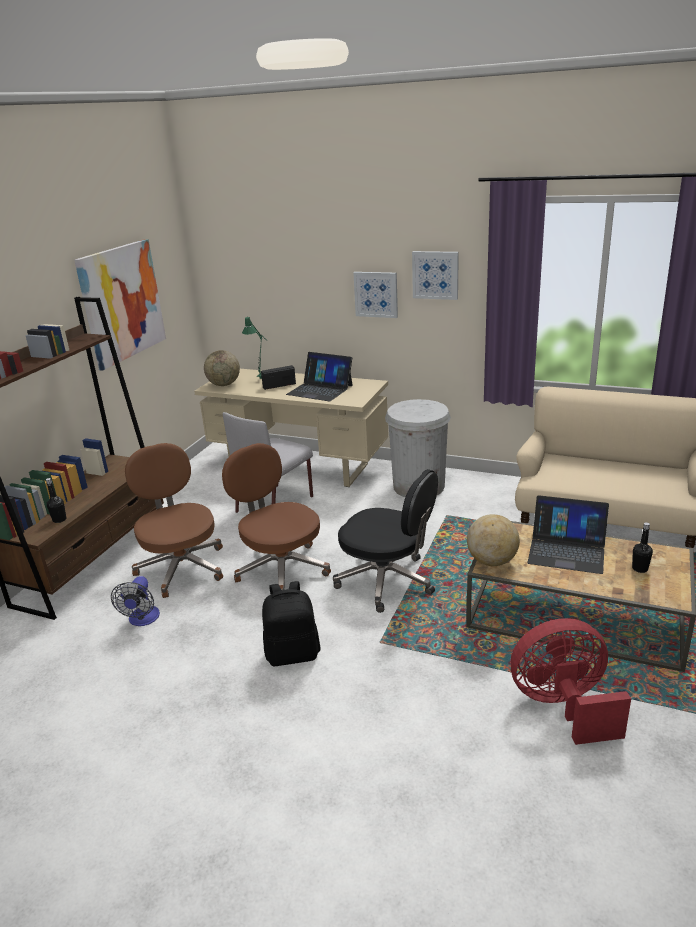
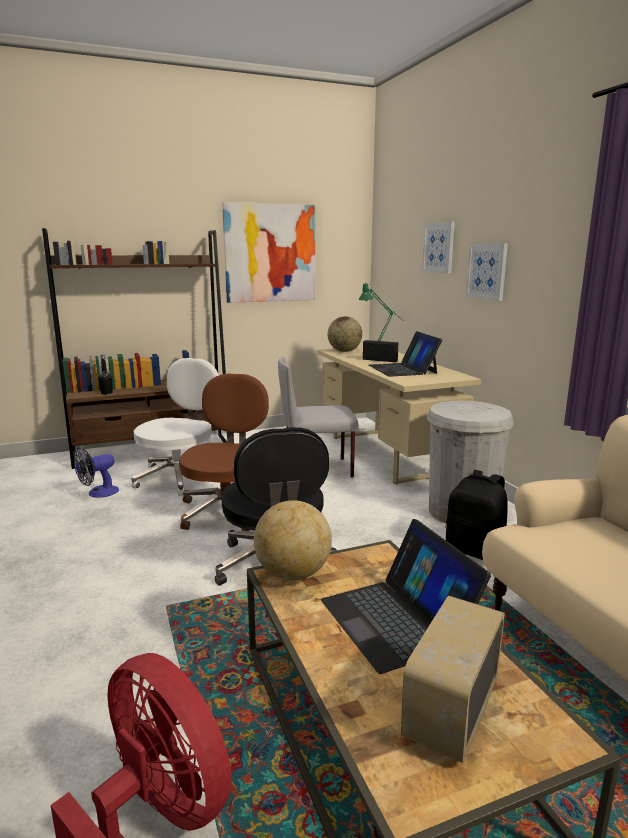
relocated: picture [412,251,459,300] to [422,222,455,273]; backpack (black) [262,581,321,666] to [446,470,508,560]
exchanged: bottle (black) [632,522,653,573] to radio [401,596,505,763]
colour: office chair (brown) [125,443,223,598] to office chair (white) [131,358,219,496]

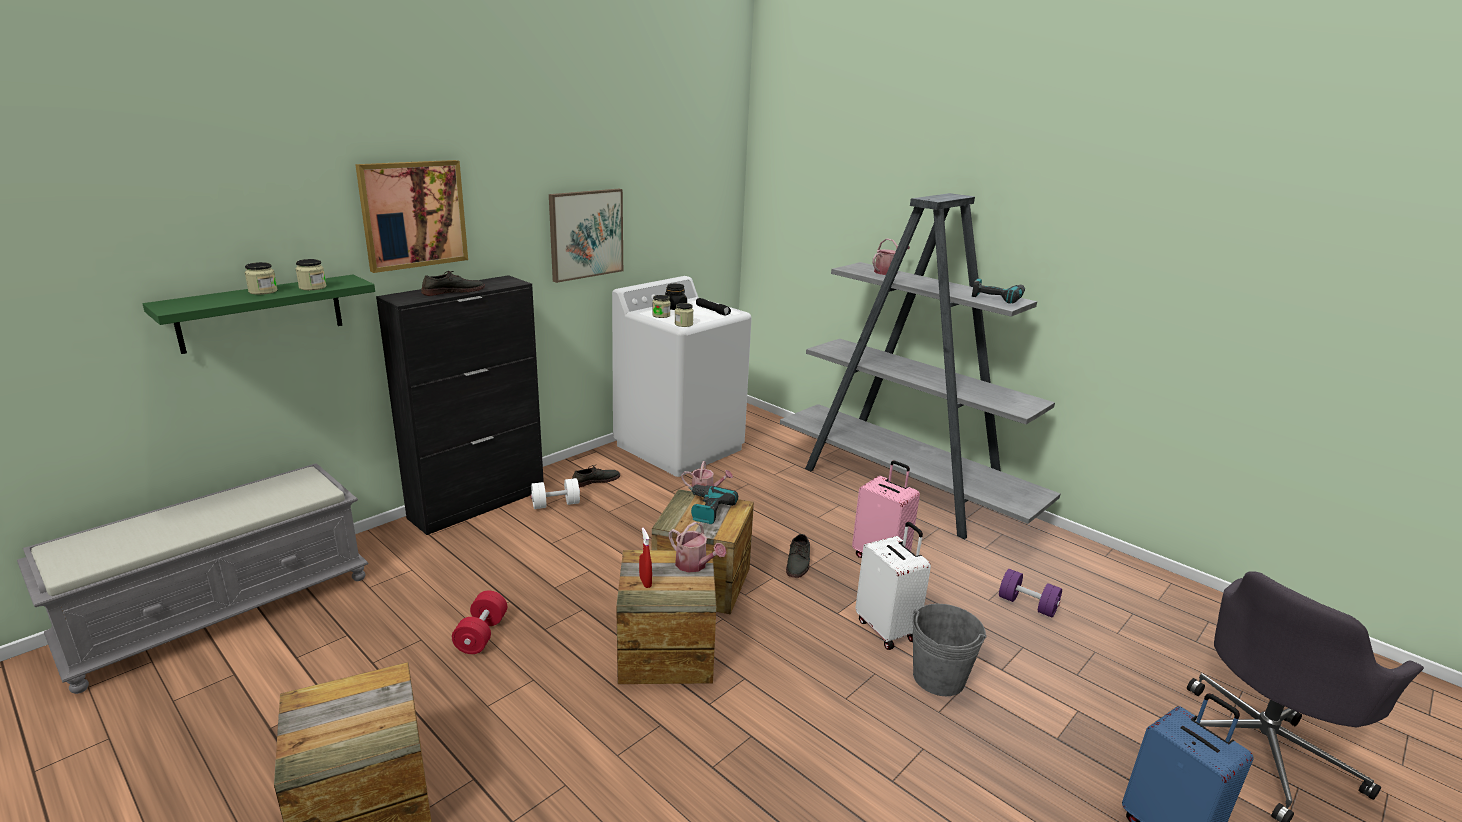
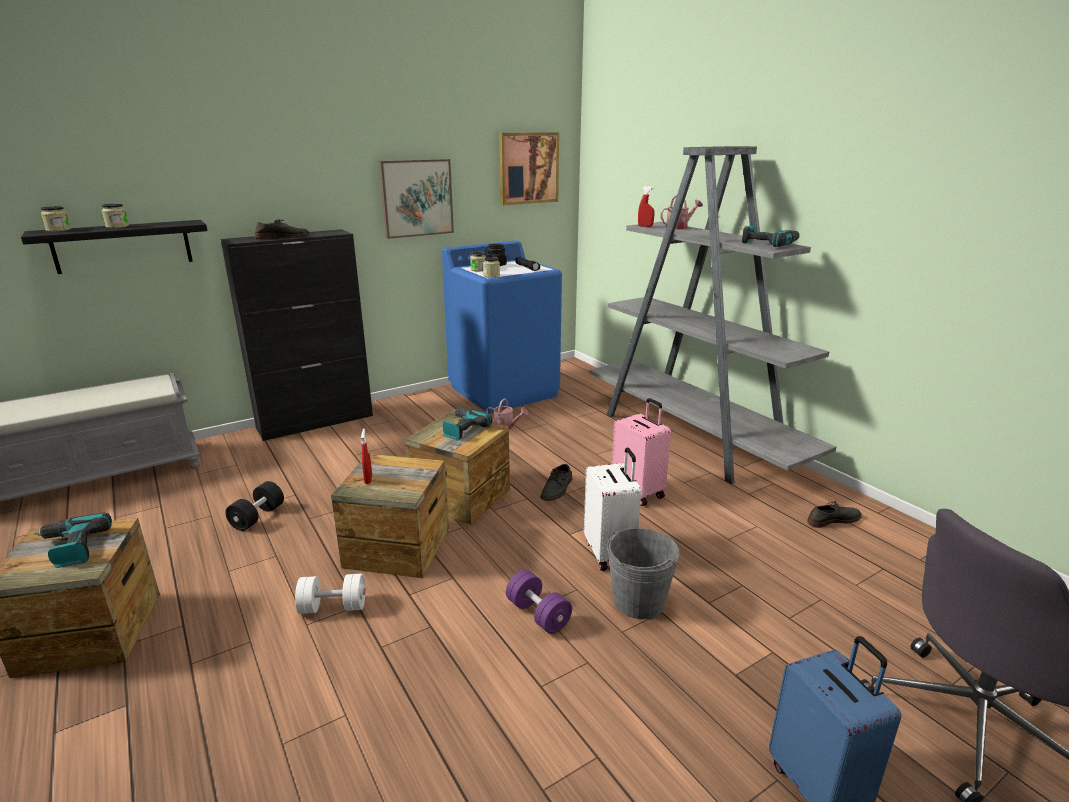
missing: watering can [669,522,726,573]
appeared: power drill [34,512,112,568]; spray bottle (red) [638,186,655,227]
relocated: jar [296,259,326,290] to [41,206,71,232]; dumbbell (white) [531,478,580,509] to [295,574,366,614]; picture [355,160,468,273] to [499,132,559,205]; dumbbell (purple) [999,569,1062,618] to [506,570,572,634]; shoe (grey) [572,465,620,488] to [807,500,862,528]
colour: shelf (green) [143,275,375,354] to shelf (black) [21,220,207,274]; dumbbell (red) [452,590,507,654] to dumbbell (black) [225,481,284,531]; washing machine (white) [612,276,752,477] to washing machine (blue) [442,241,562,414]

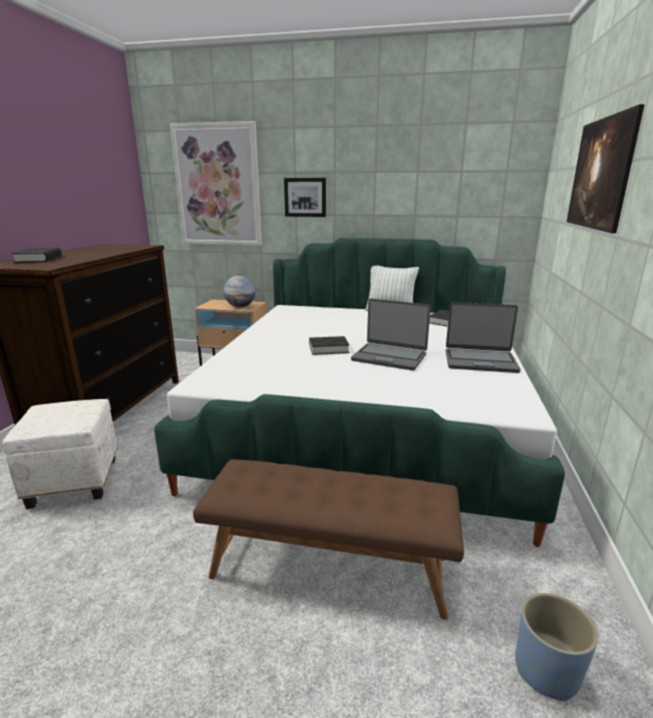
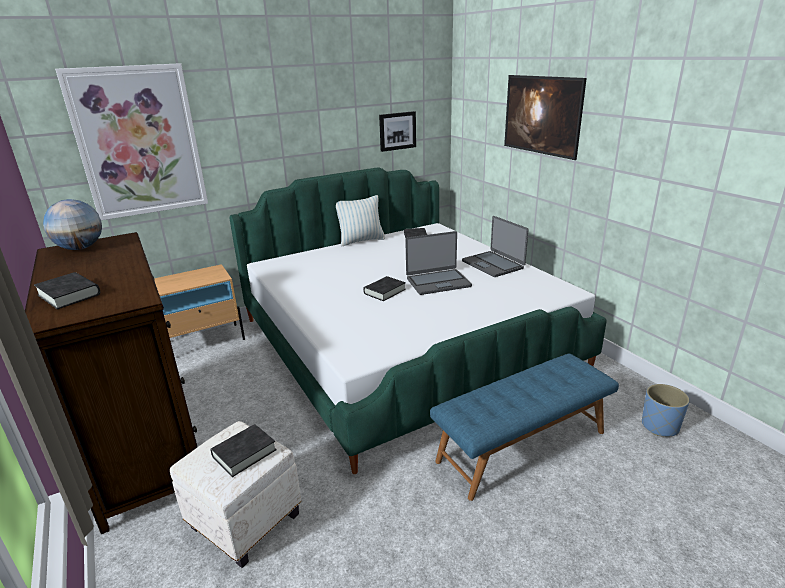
appeared: book (black) [210,424,277,477]
relocated: globe [223,275,256,307] to [43,199,102,250]; picture [284,178,326,217] to [379,111,416,152]
colour: bench (brown) [193,459,464,620] to bench (blue) [430,353,619,501]
spun: laptop [446,302,521,373] = [462,216,528,277] 90 degrees clockwise

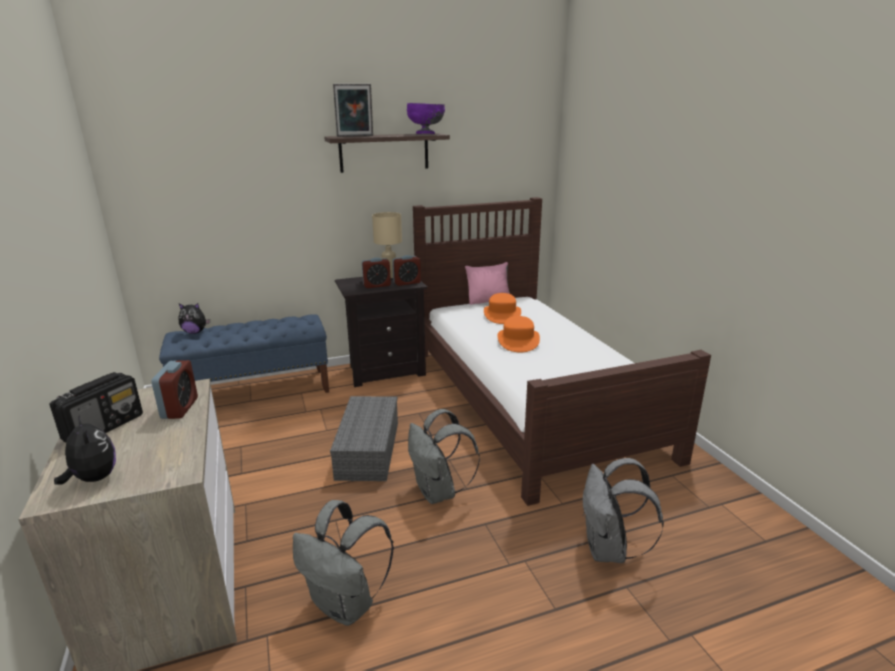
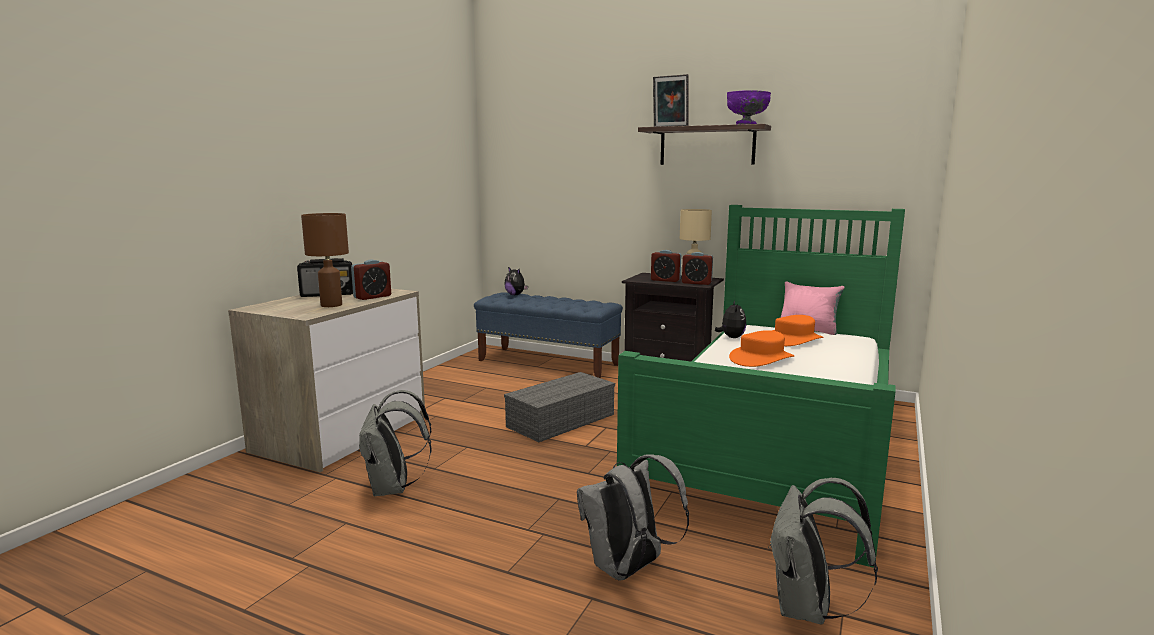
appeared: table lamp (brown) [301,213,349,307]
relocated: plush toy [54,414,116,484] to [715,300,746,338]; backpack (grey) [408,409,480,504] to [768,478,878,624]
colour: bed (brown) [413,197,711,506] to bed (green) [617,205,905,568]

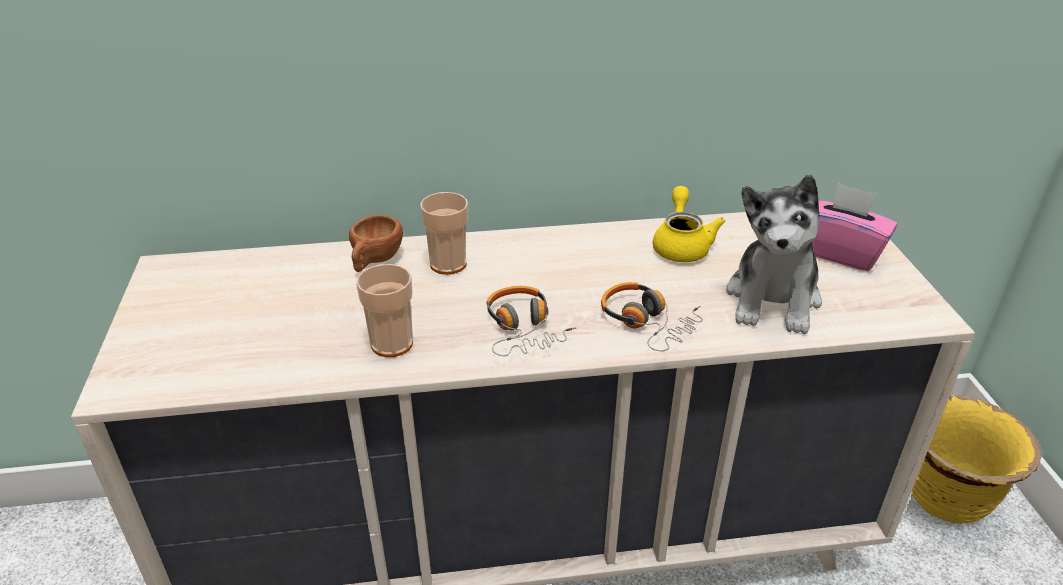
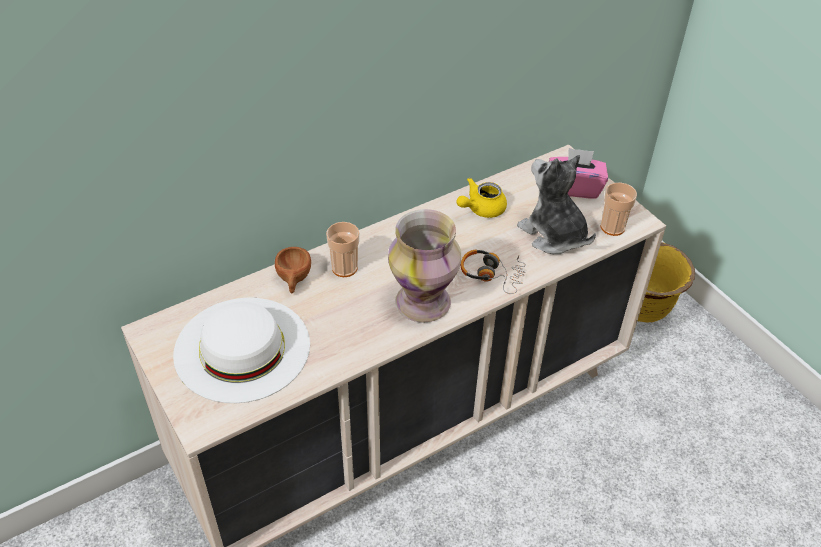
appeared: hat (white) [173,298,310,403]
relocated: cup [356,264,413,357] to [601,182,637,236]
exchanged: headphones [486,286,576,356] to vase [388,209,461,322]
spun: teapot (yellow) [653,186,725,262] = [457,178,507,218] 105 degrees counterclockwise; plush toy [726,175,822,334] = [517,155,596,254] 150 degrees clockwise

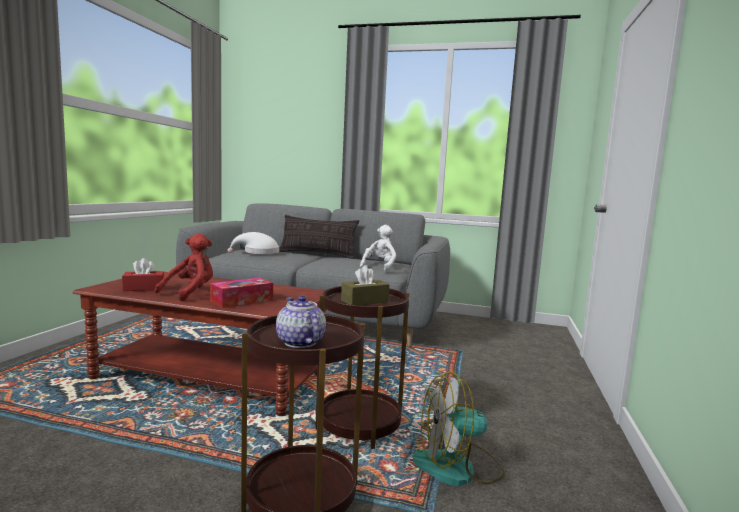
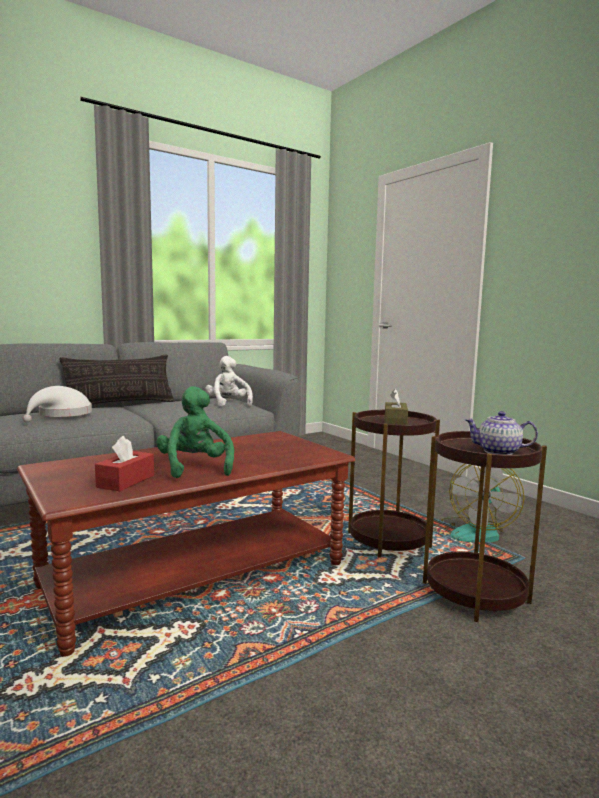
missing: tissue box [210,278,273,308]
colour: plush toy (red) [155,234,213,301] to plush toy (green) [156,386,234,478]

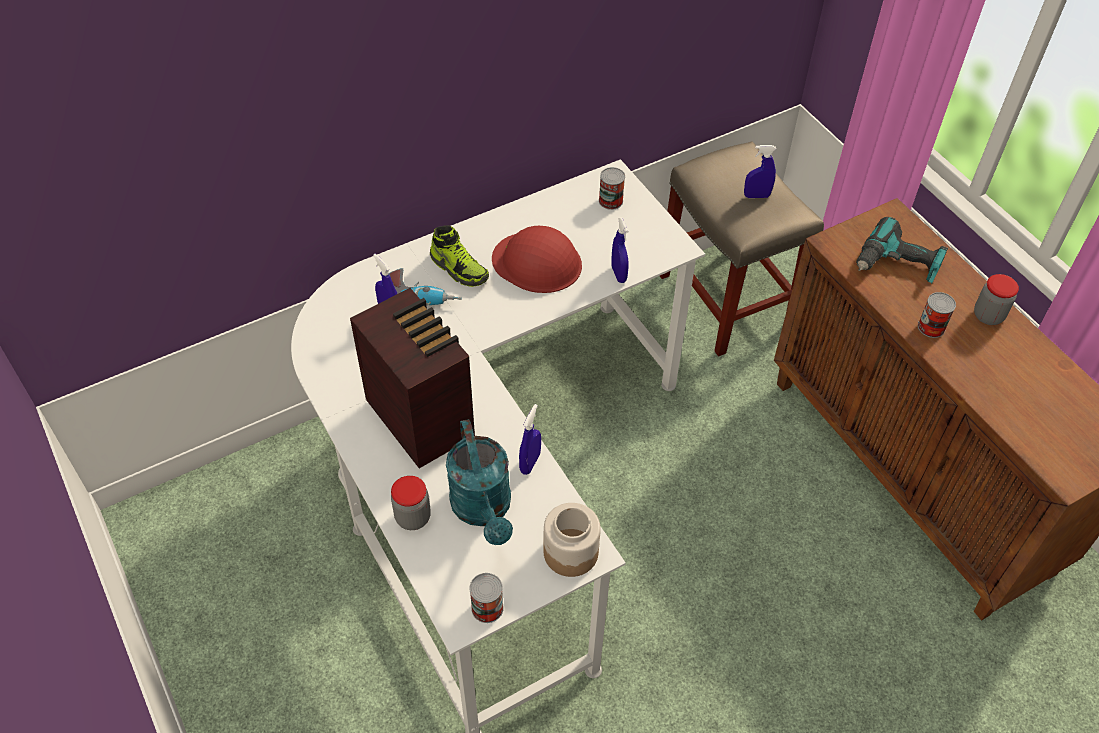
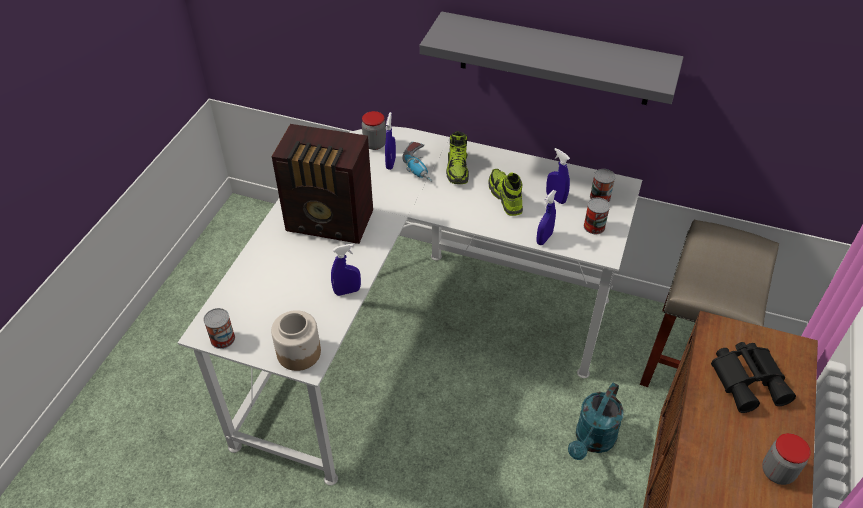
appeared: shelf (grey) [420,12,683,105]
relocated: jar [391,476,431,530] to [362,111,386,150]; spray bottle (blue) [744,145,776,198] to [546,148,570,204]; watering can (turquoise) [446,419,513,545] to [568,383,624,460]; can [918,292,956,338] to [584,198,610,234]
exchanged: hard hat (red) [492,226,582,293] to shoe [489,169,523,216]; power drill [856,217,948,283] to binoculars (black) [711,342,796,413]
spun: radio [350,288,475,468] = [271,124,373,244] 90 degrees clockwise

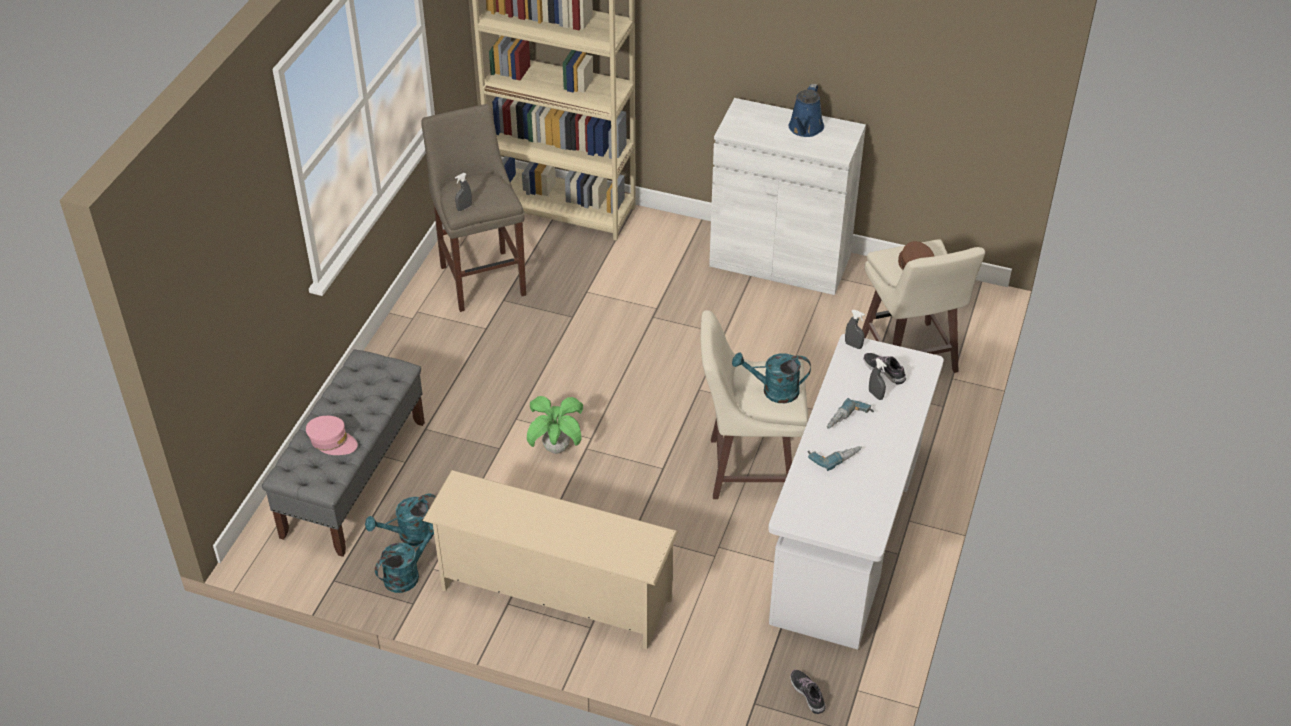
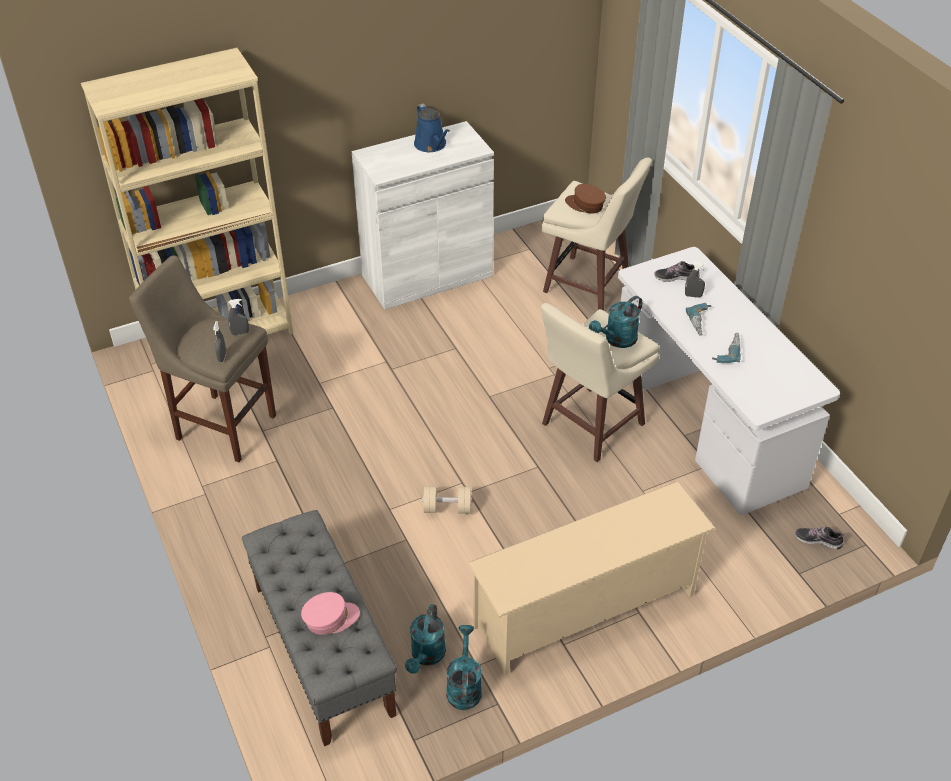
relocated: spray bottle (grey) [845,310,865,349] to [228,299,249,335]
exchanged: potted plant [527,396,583,454] to dumbbell (beige) [422,486,473,514]

